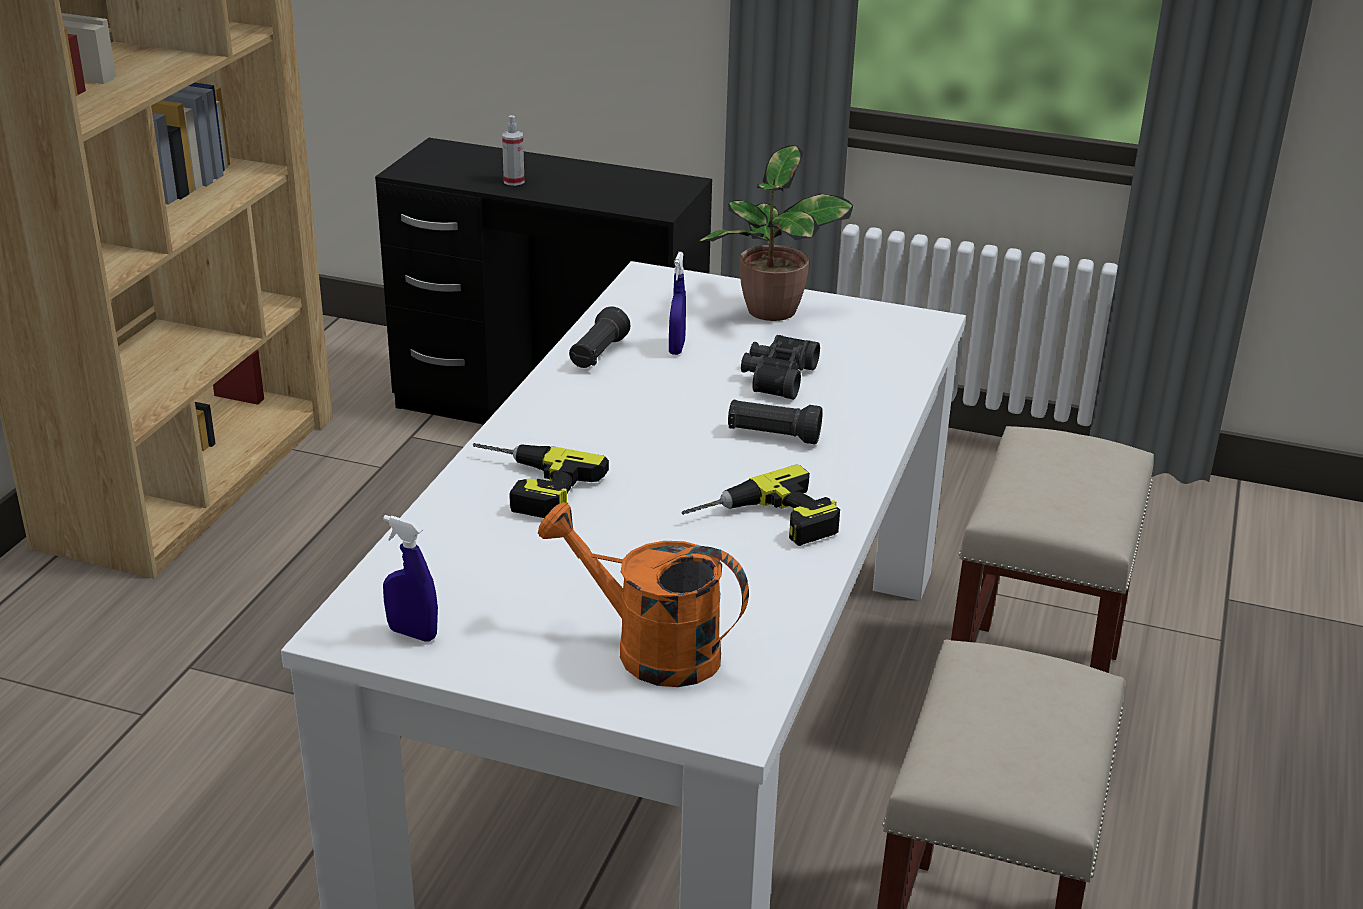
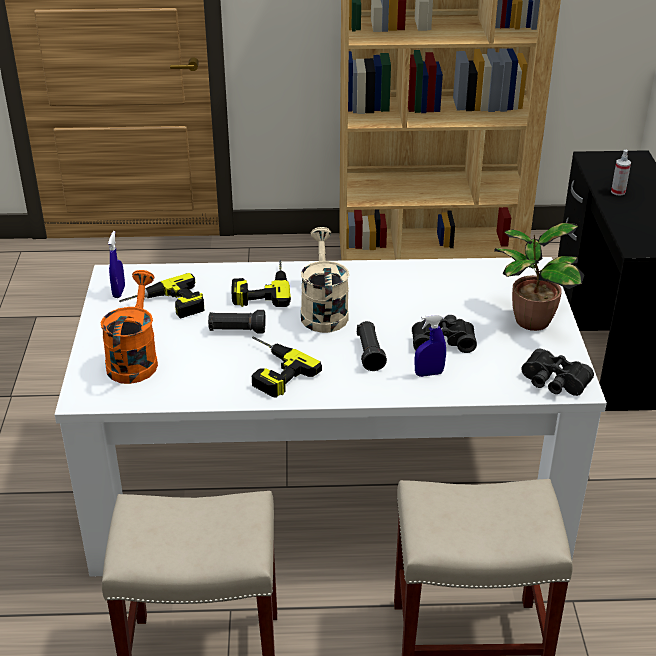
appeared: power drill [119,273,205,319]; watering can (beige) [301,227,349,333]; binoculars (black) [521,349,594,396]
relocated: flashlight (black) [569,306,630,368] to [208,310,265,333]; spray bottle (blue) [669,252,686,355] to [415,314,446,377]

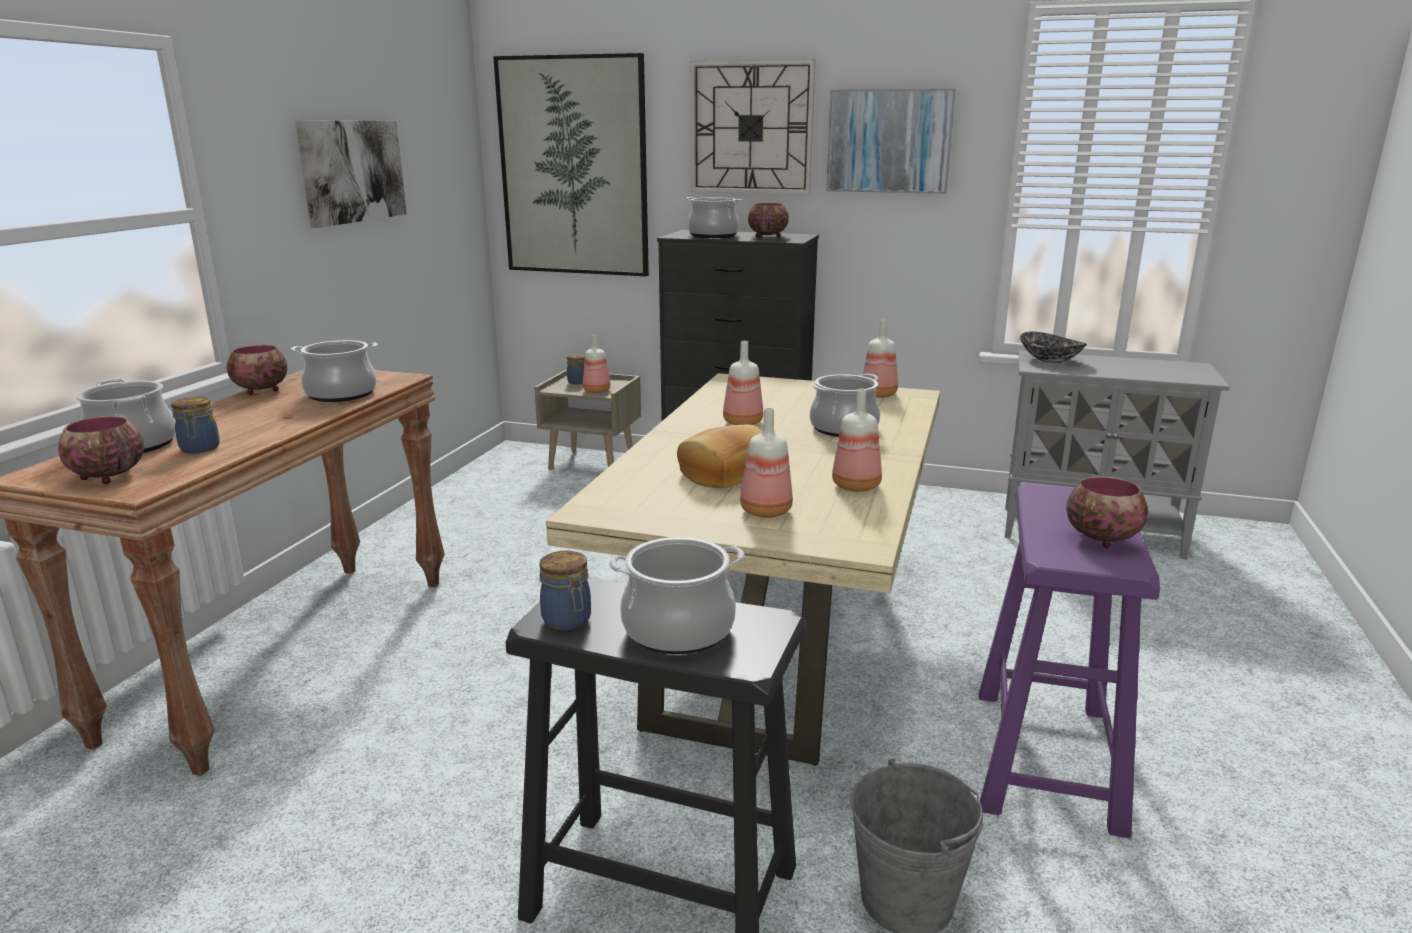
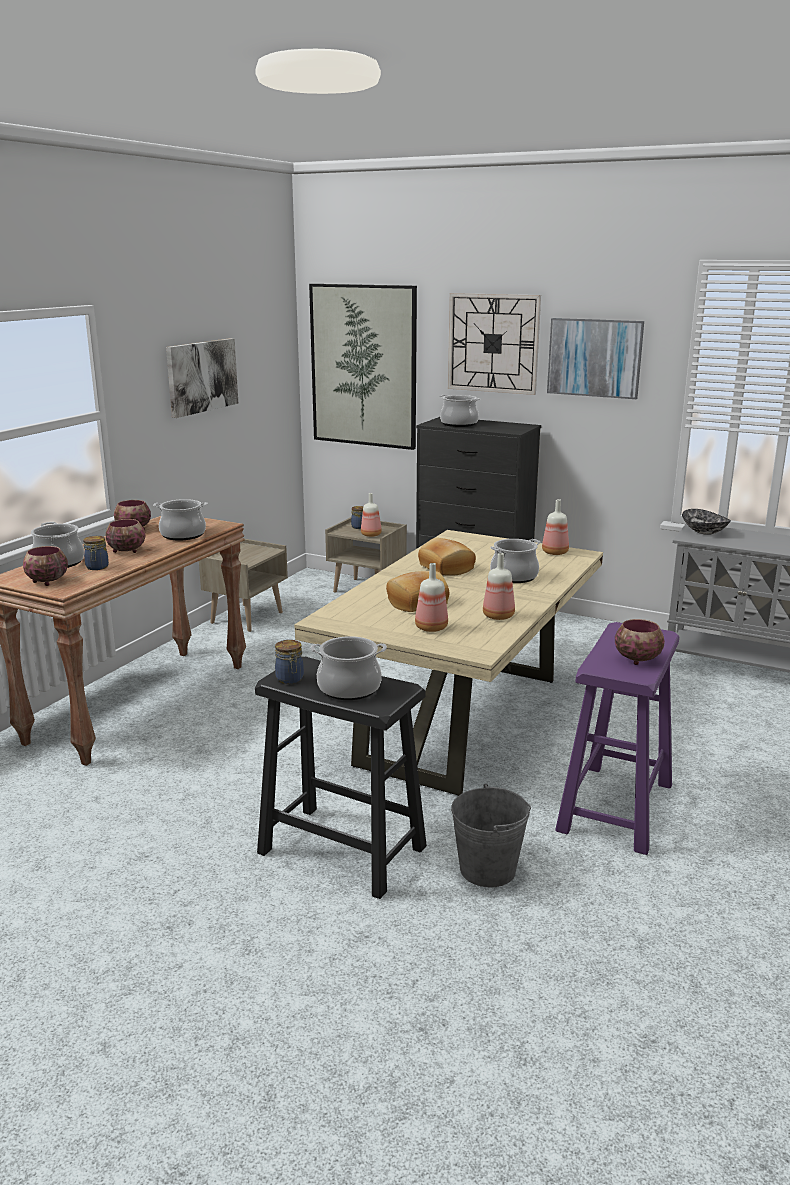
appeared: nightstand (beige) [199,539,288,632]
relocated: bowl [748,203,789,237] to [105,519,145,553]
exchanged: bottle [723,341,763,425] to bread [418,538,476,576]

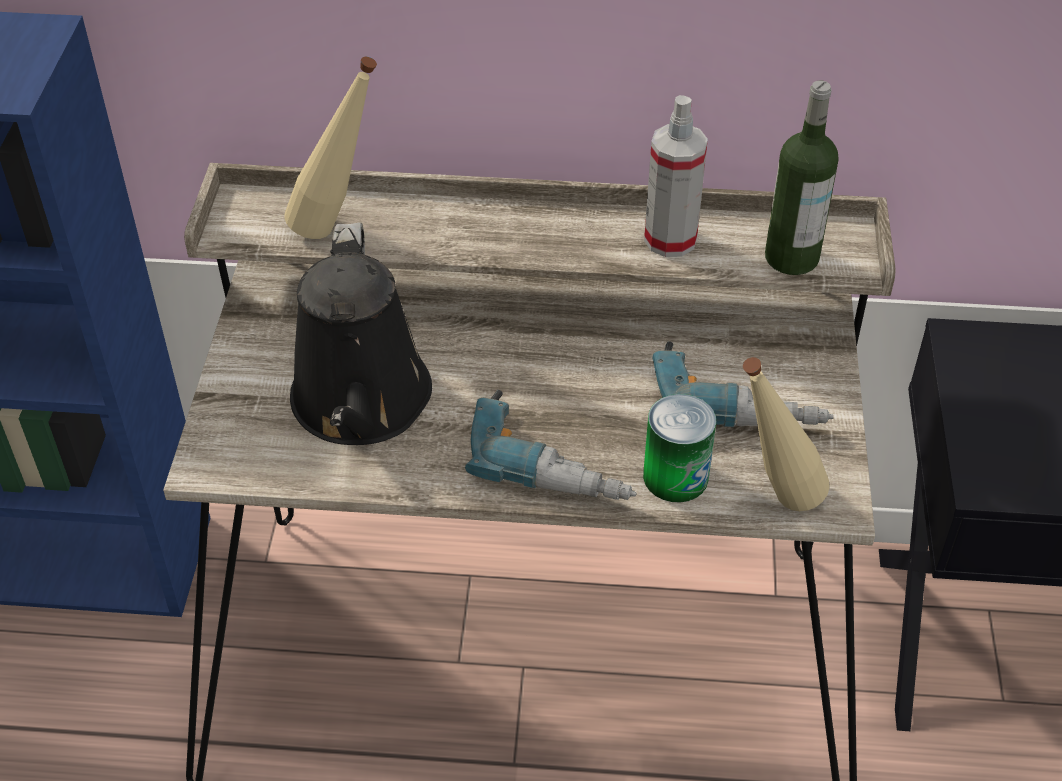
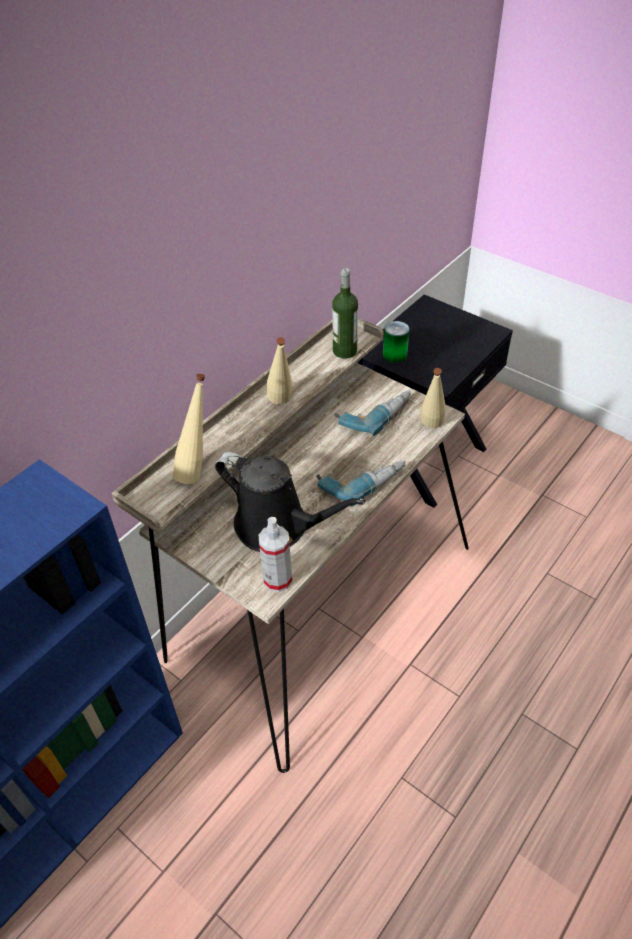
appeared: bottle (beige) [267,337,292,404]
relocated: spray bottle [644,95,708,257] to [259,517,292,592]; can [643,394,716,502] to [383,321,410,363]

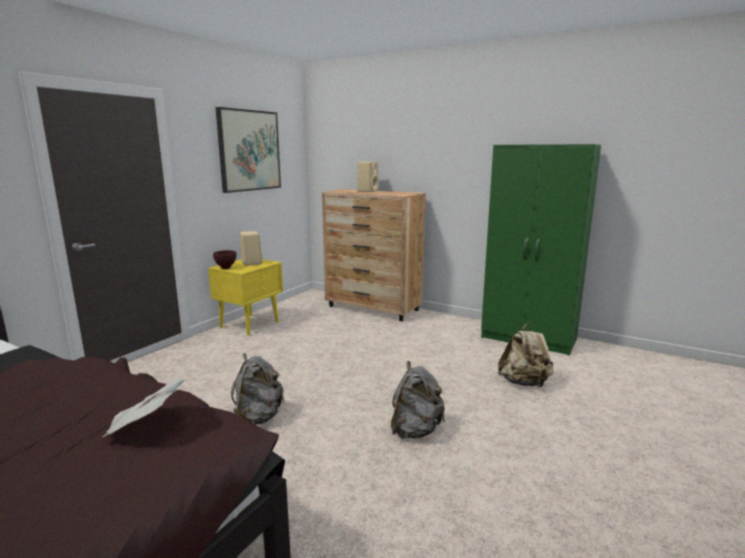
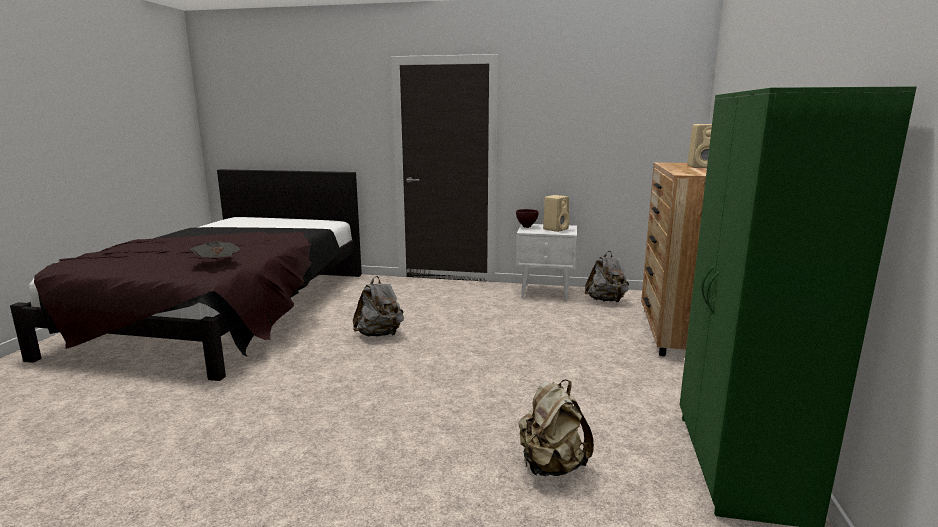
missing: picture [216,107,281,193]
relocated: backpack (grey) [391,361,445,439] to [585,251,629,302]
colour: nightstand (yellow) [208,259,283,336] to nightstand (white) [516,224,577,301]

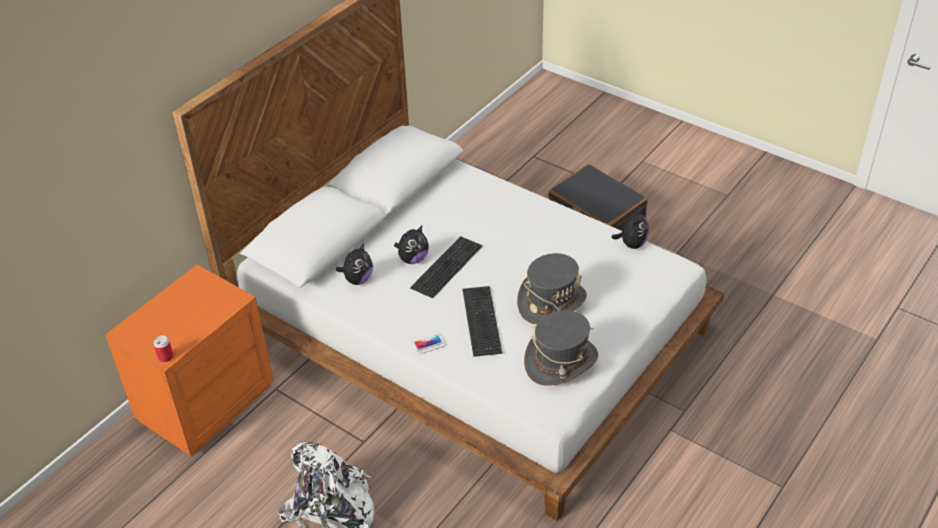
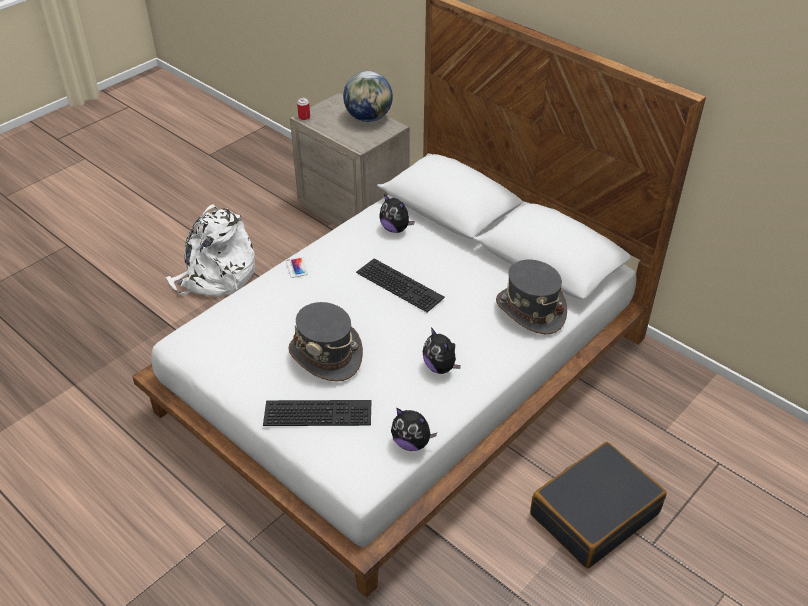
appeared: globe [343,71,393,122]
relocated: keyboard [463,286,502,357] to [263,400,371,426]; plush toy [394,226,429,264] to [423,327,461,374]; hat (grey) [524,310,598,386] to [496,259,567,334]
colour: nightstand (orange) [105,265,274,456] to nightstand (beige) [290,92,410,227]

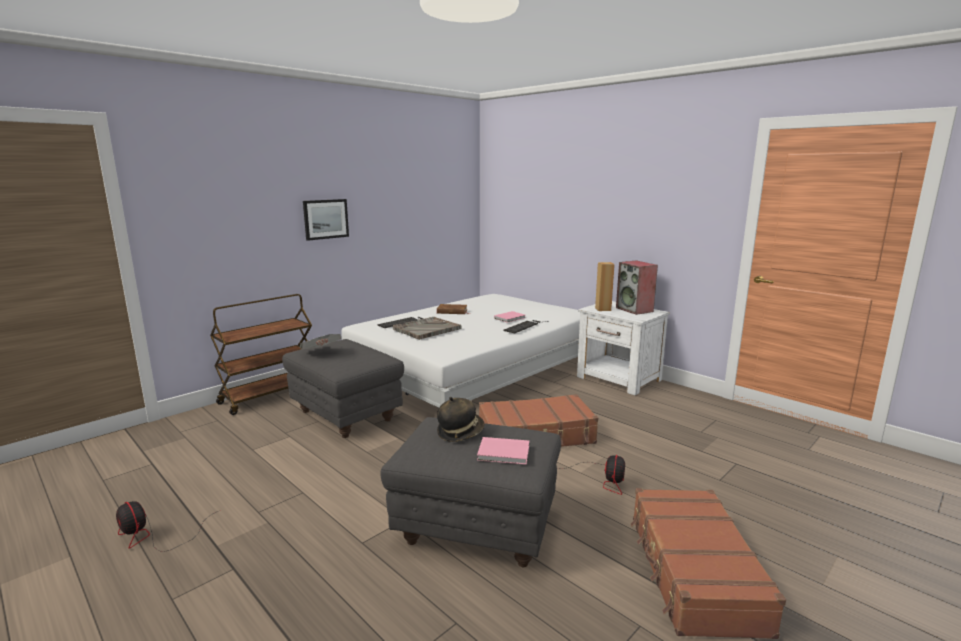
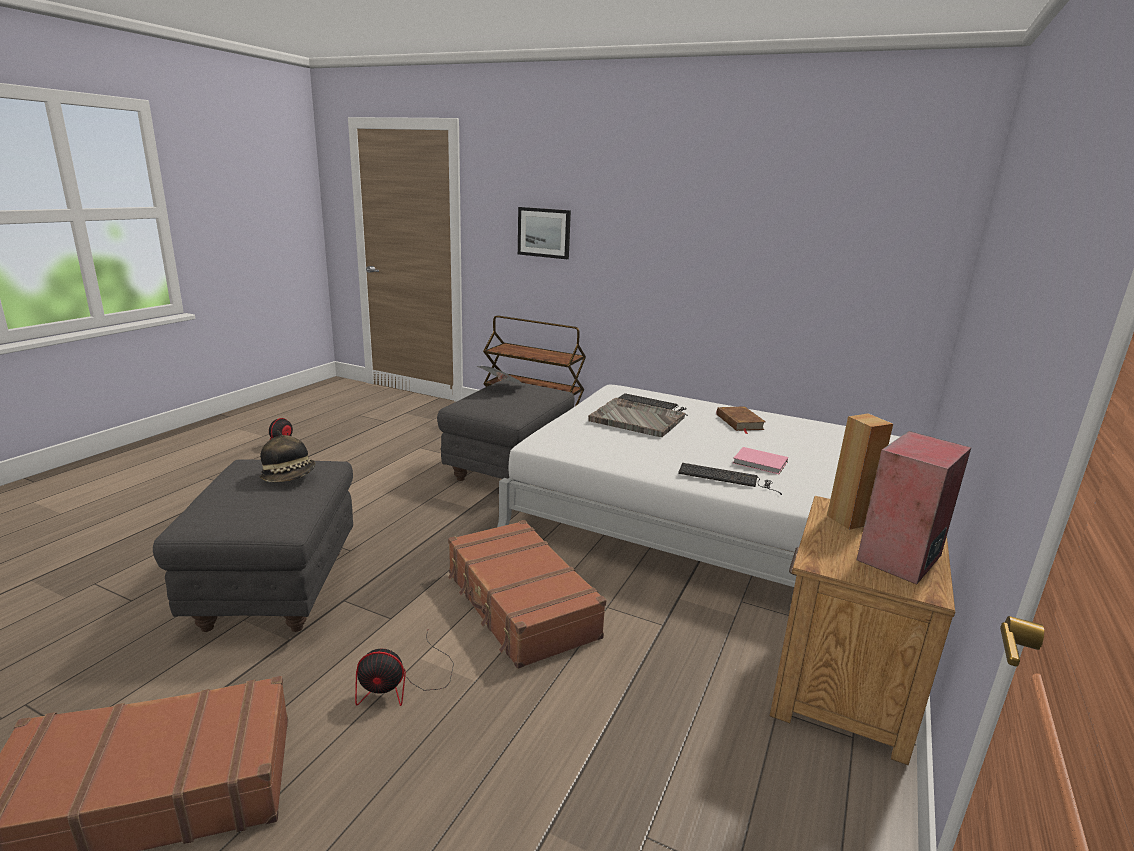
missing: book (pink) [477,437,529,465]
relocated: picture [303,199,349,241] to [518,207,571,259]
colour: nightstand (white) [577,301,670,395] to nightstand (brown) [770,496,955,765]

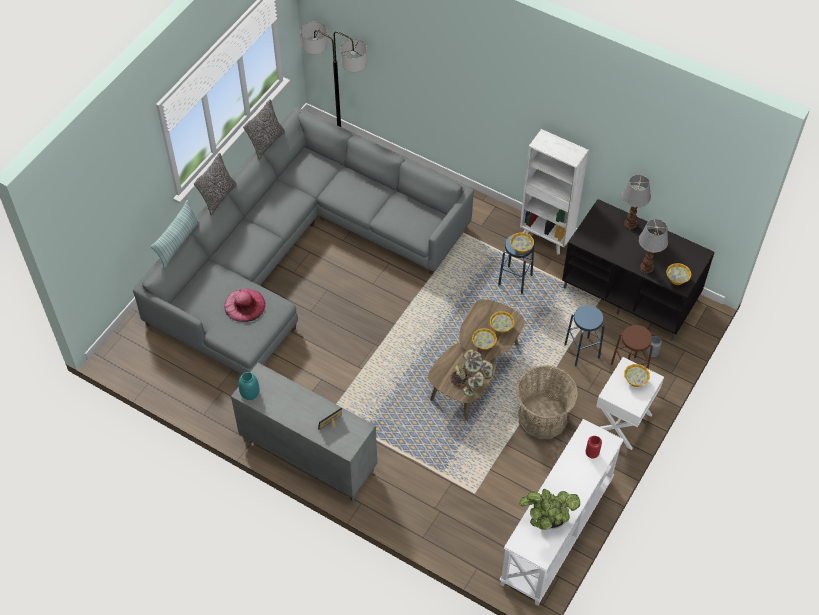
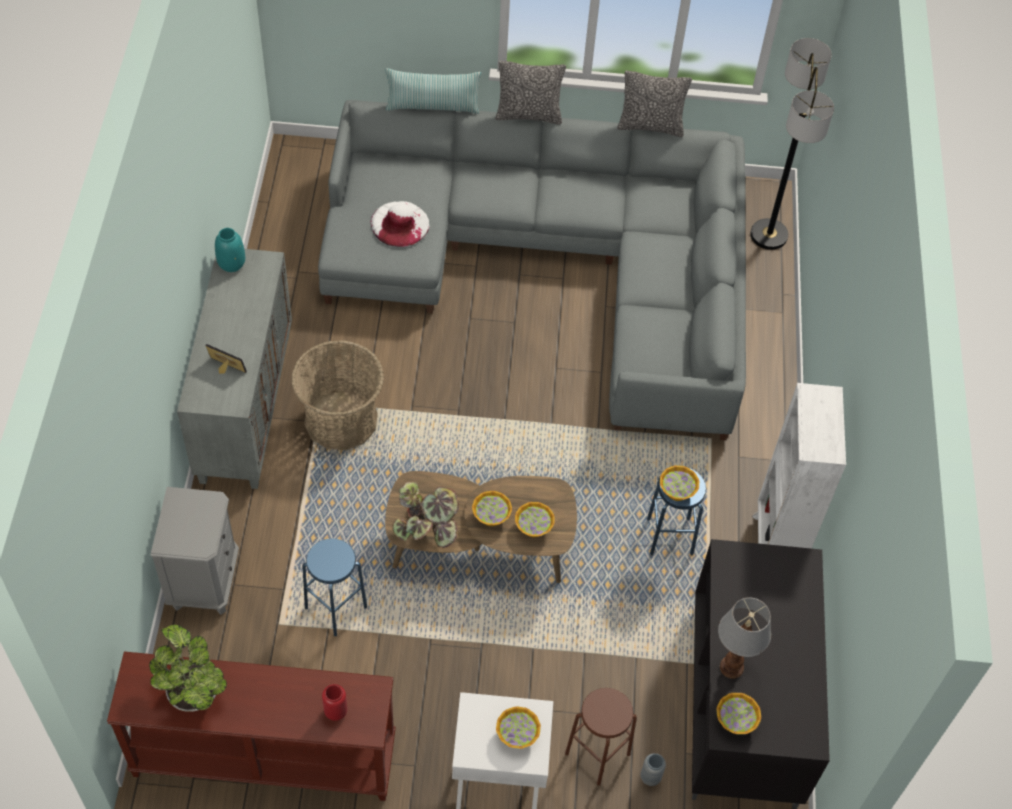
missing: table lamp [622,175,651,229]
appeared: nightstand (grey) [151,487,239,615]
relocated: basket [516,365,578,439] to [291,340,384,450]; stool (blue) [564,305,605,366] to [303,538,367,636]
colour: console table (white) [500,419,624,605] to console table (brown) [107,651,396,801]; hat (pink) [224,289,265,322] to hat (white) [370,201,429,247]

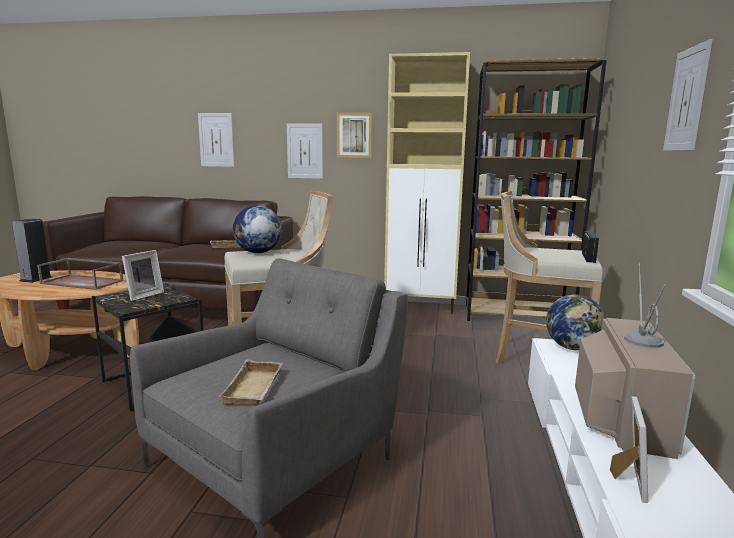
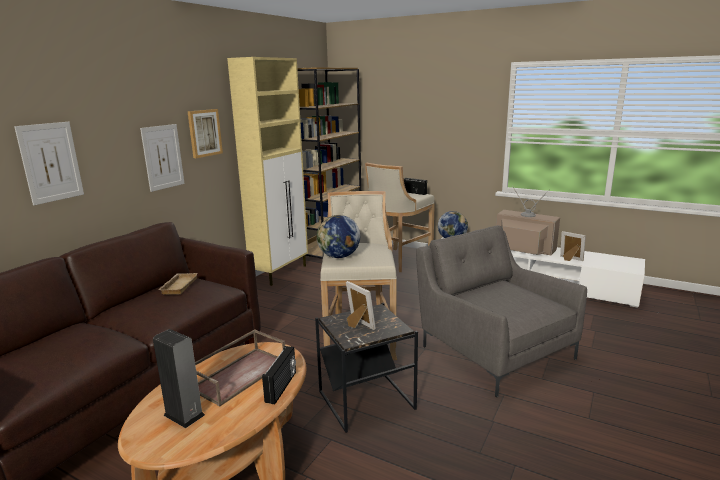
missing: tray (beige) [219,360,283,405]; picture [663,39,713,151]
appeared: radio [262,346,296,404]

